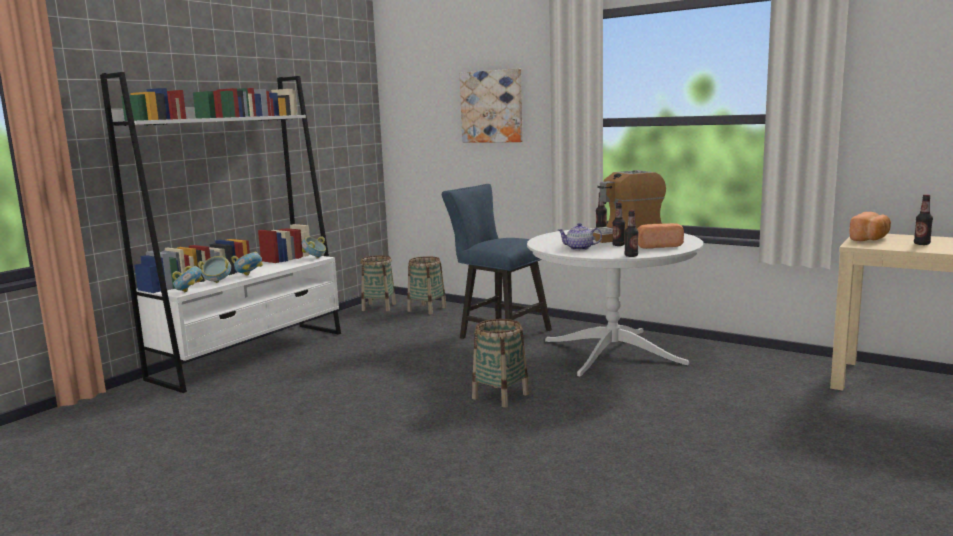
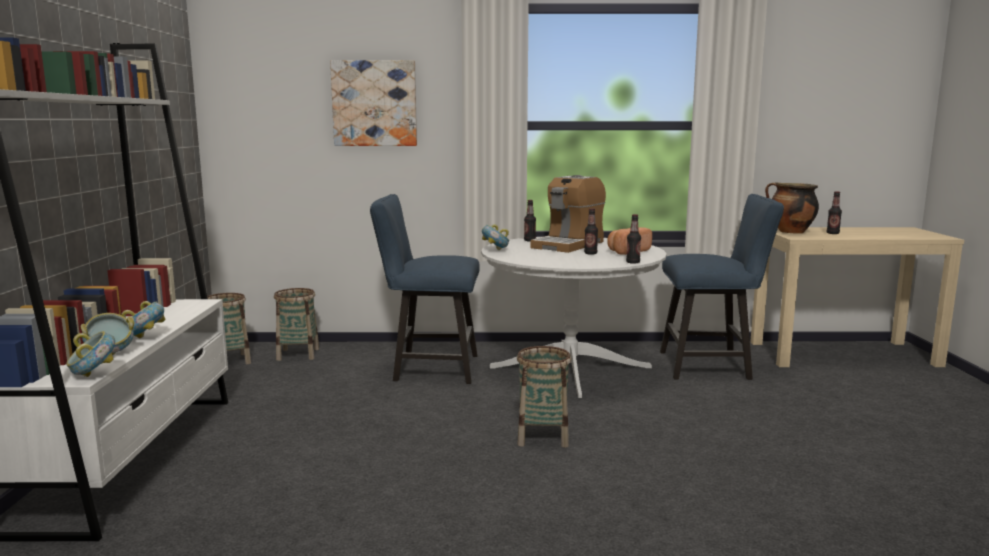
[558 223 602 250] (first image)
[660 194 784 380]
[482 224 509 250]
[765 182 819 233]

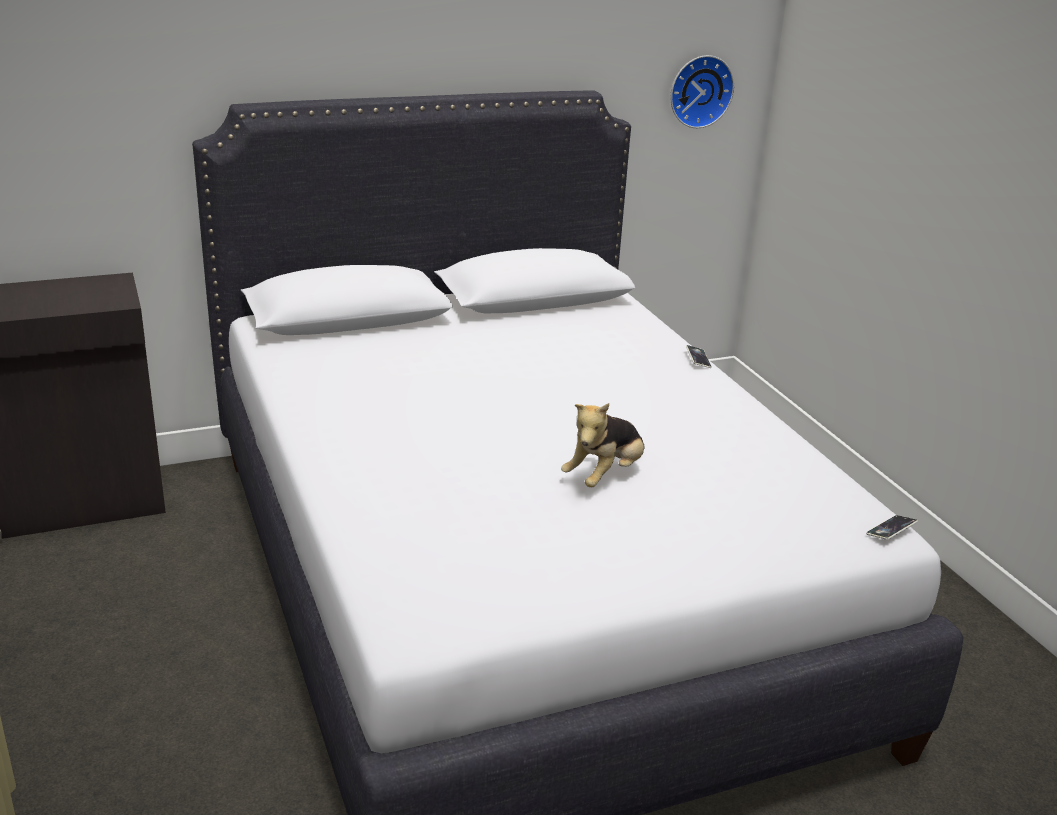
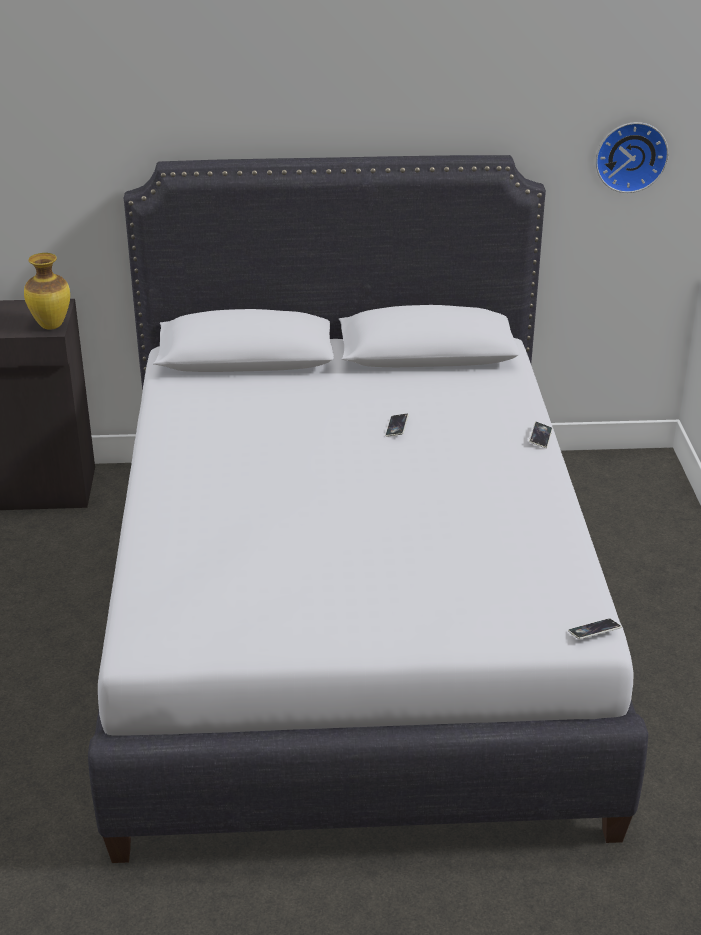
[561 403 645 487] (first image)
[24 253 70 330]
[385 414 409 437]

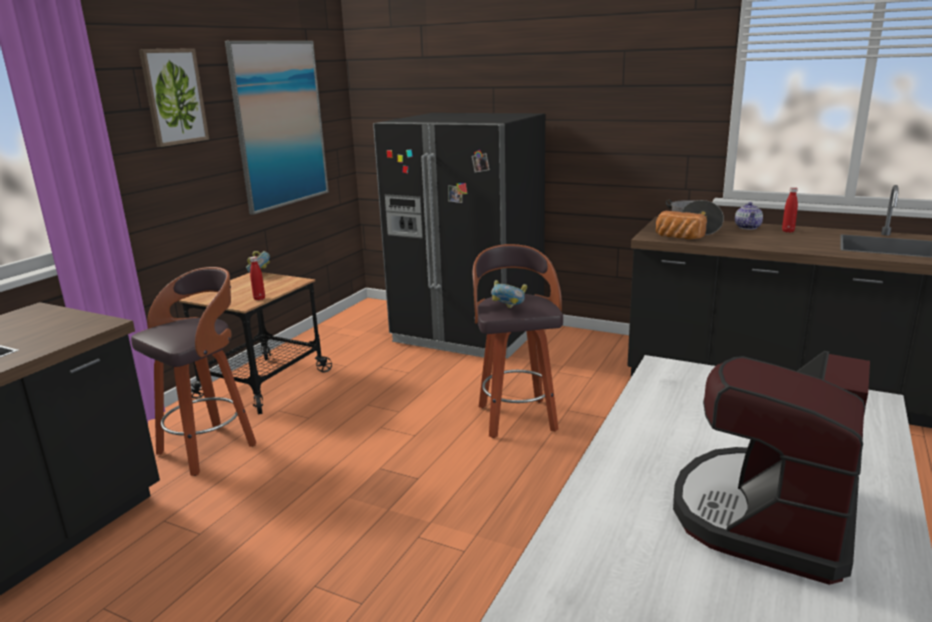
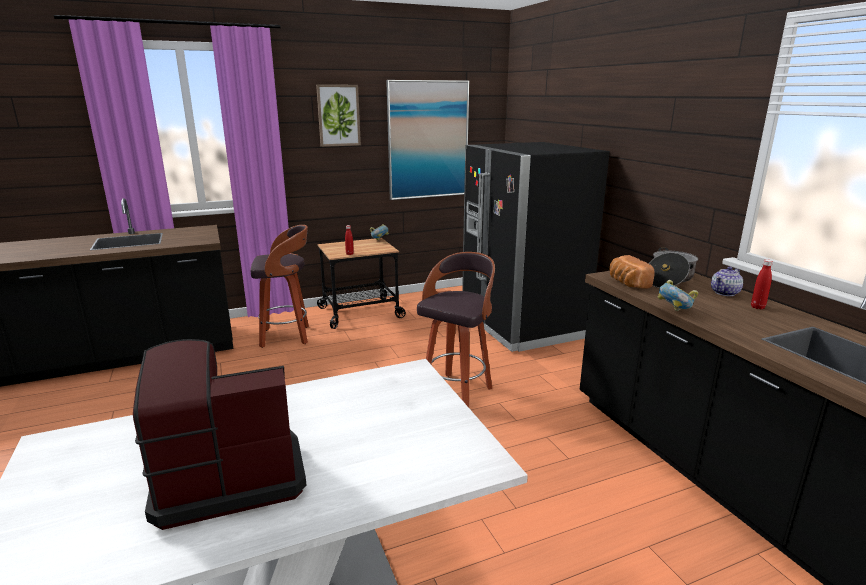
[658 280 698 311]

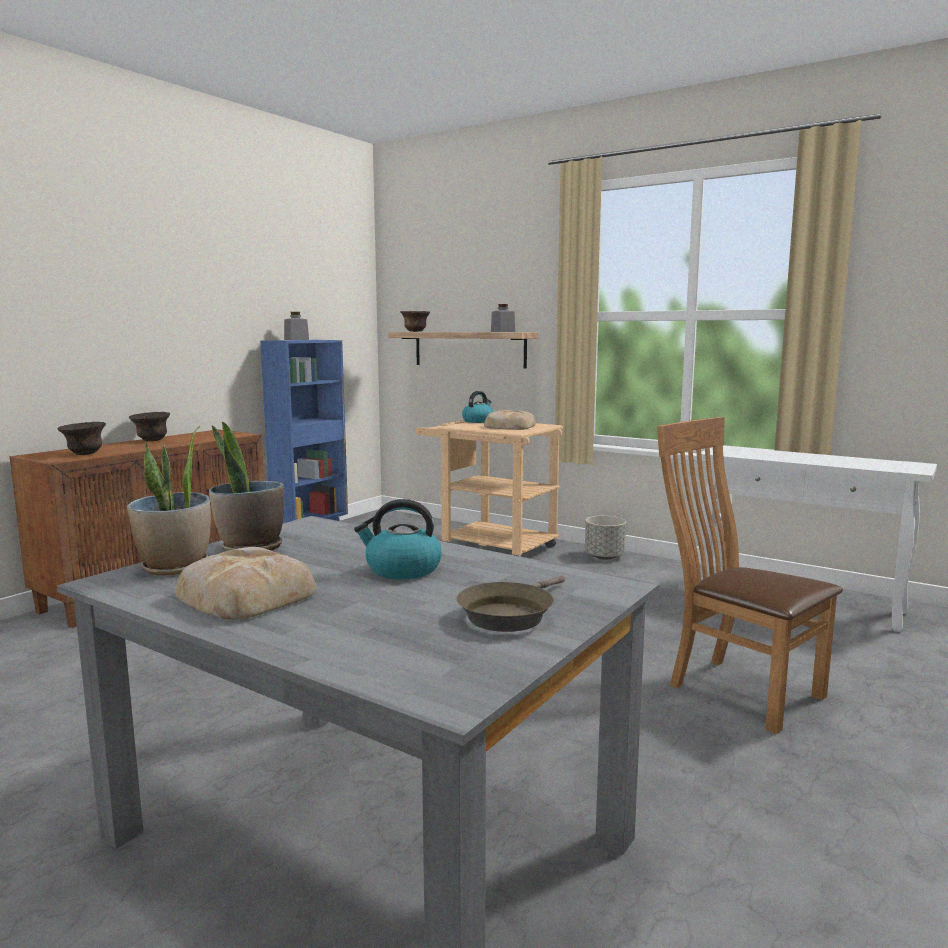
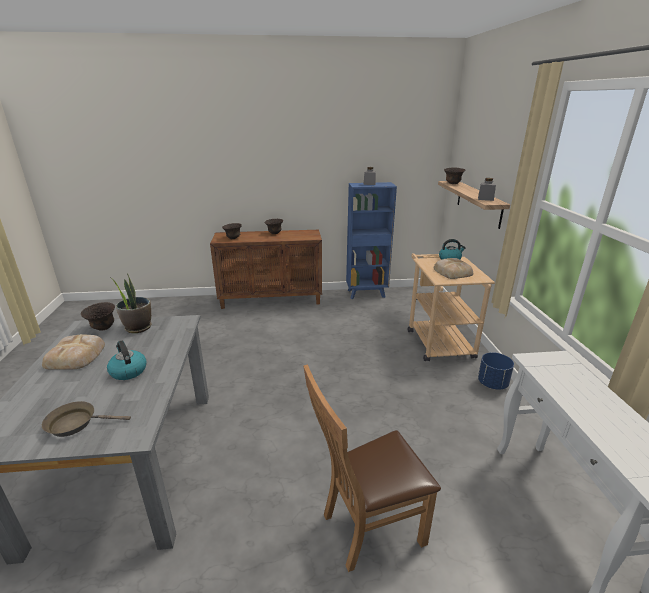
[81 302 115 331]
[478 352 514 390]
[303 365 441 572]

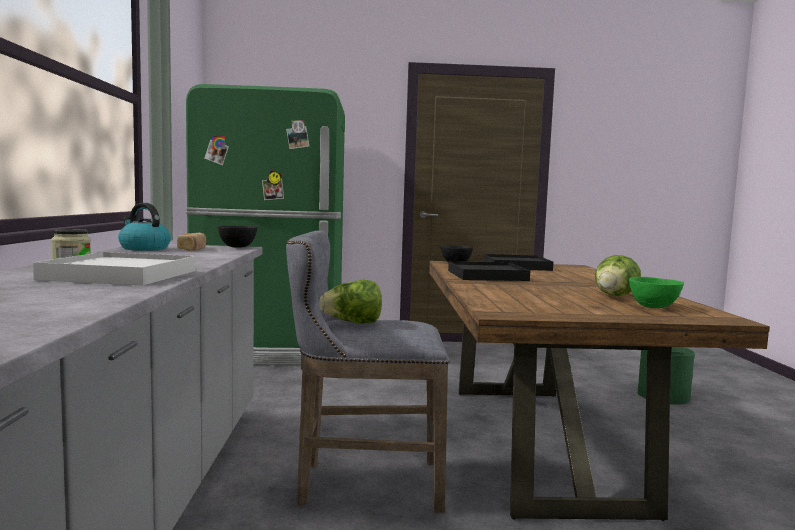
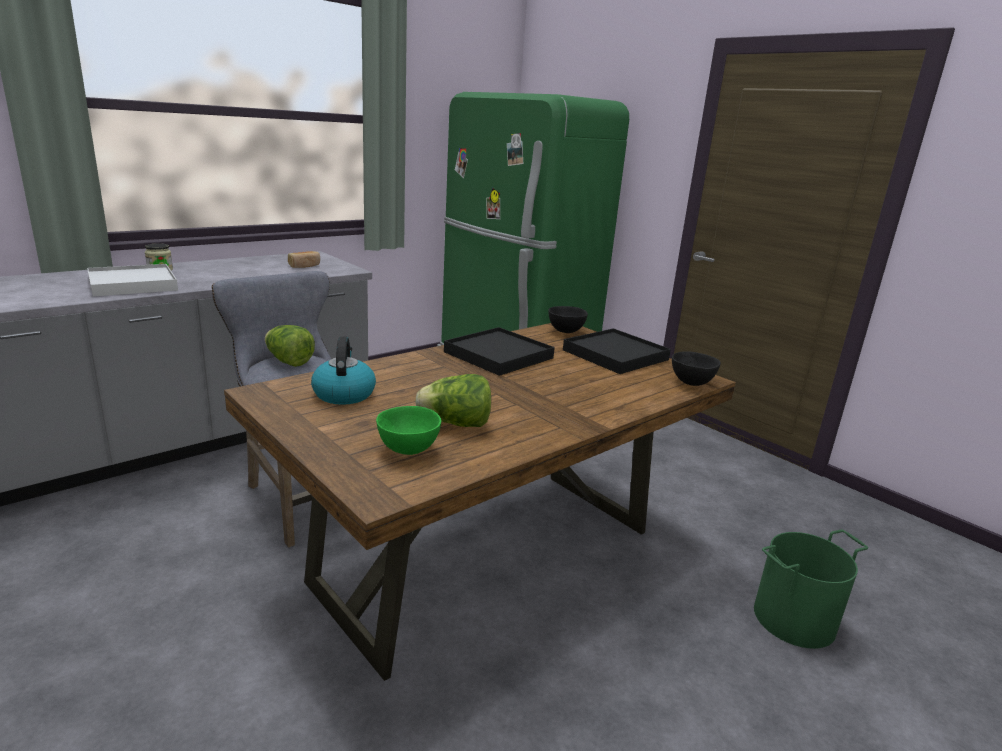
[311 337 376 405]
[672 351 721 386]

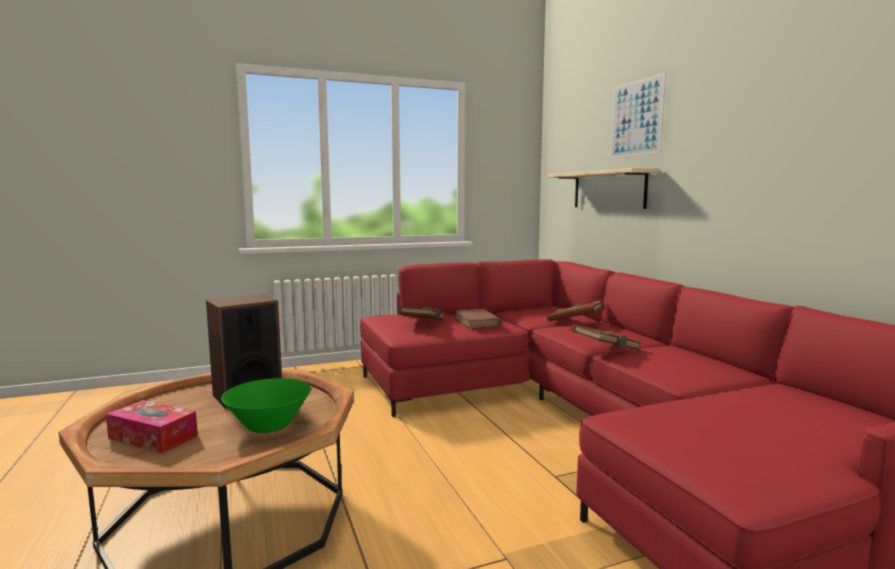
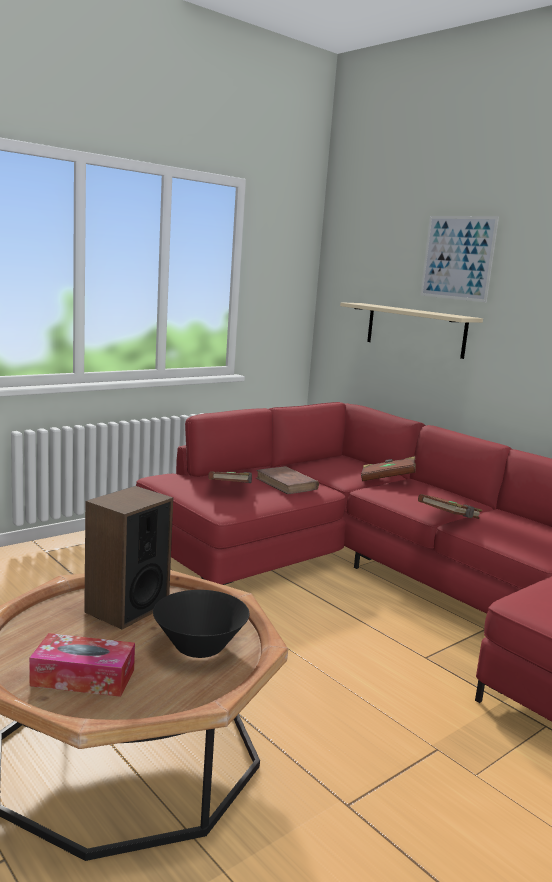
[153 590 249 658]

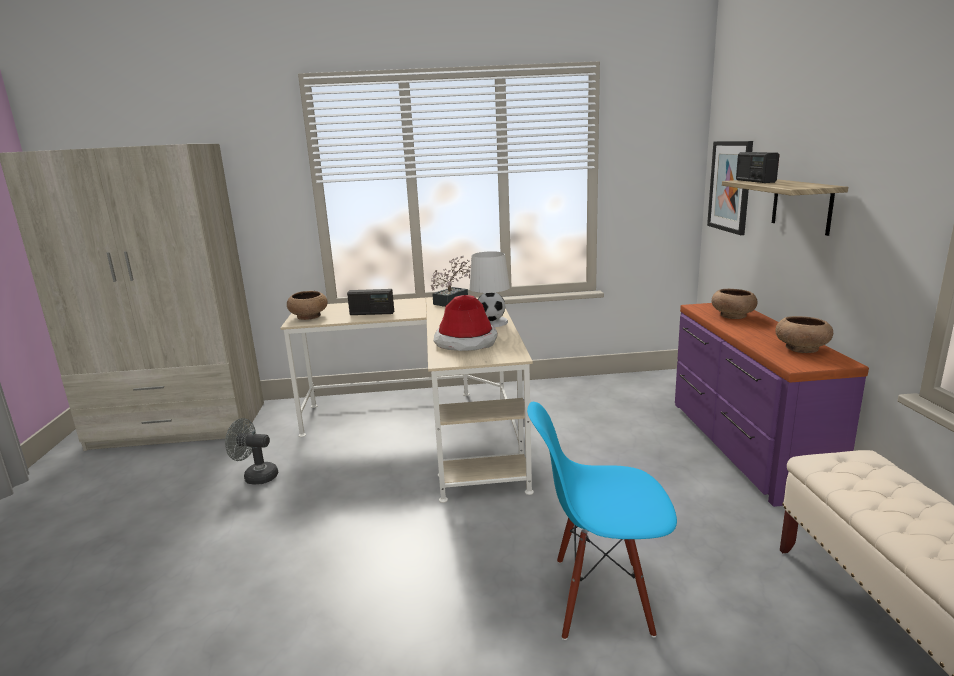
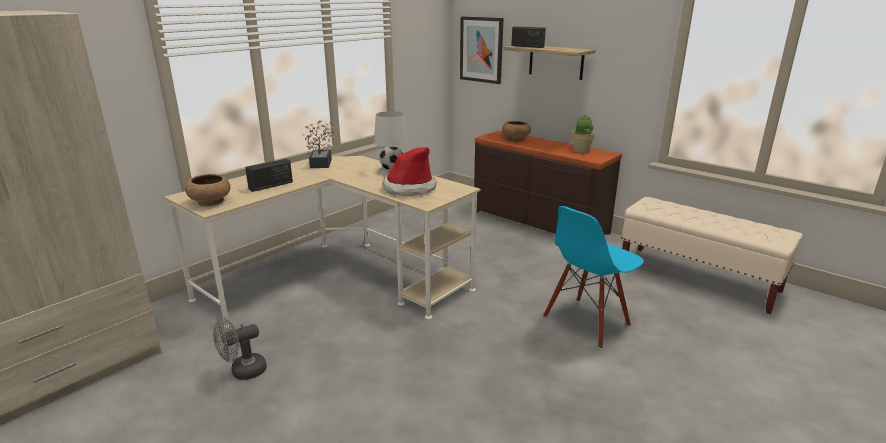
[571 114 595 153]
[474 130 622 235]

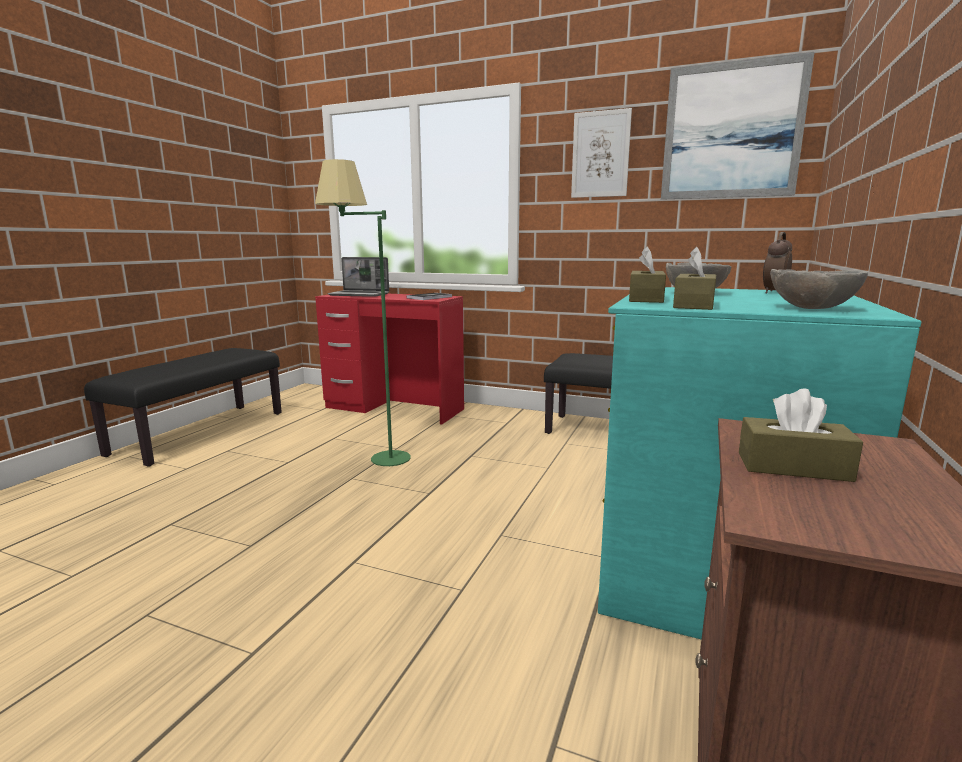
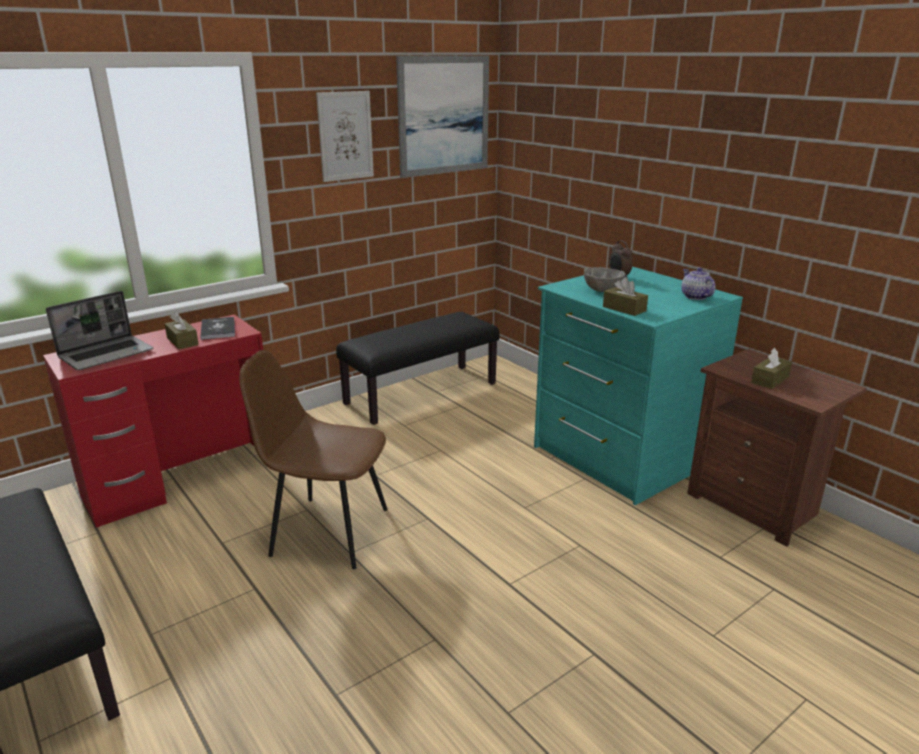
[165 312 199 349]
[239 350 387 569]
[681 268 715 300]

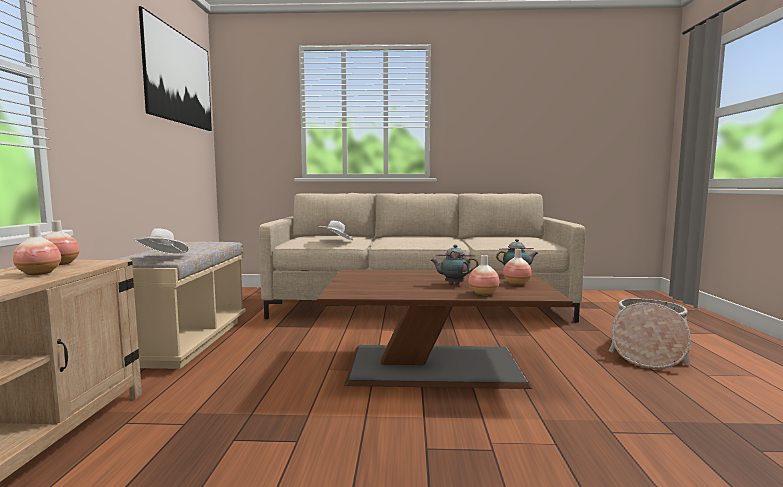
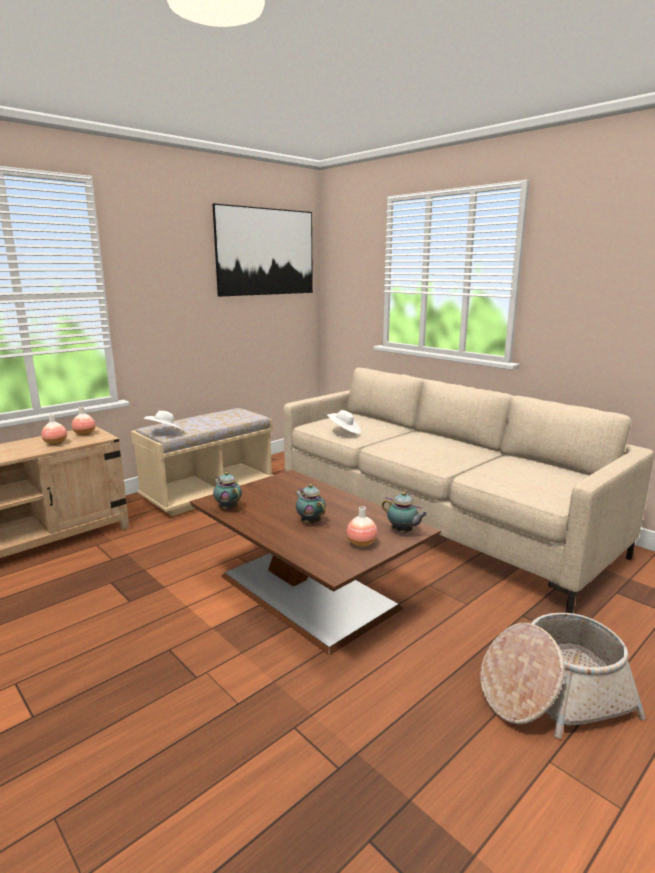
[469 255 499 295] (first image)
[213 472 242 510]

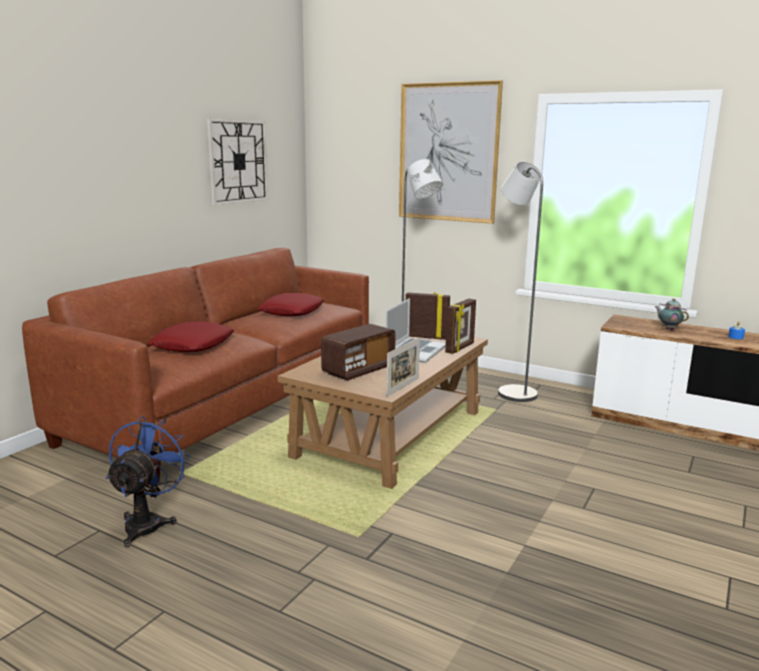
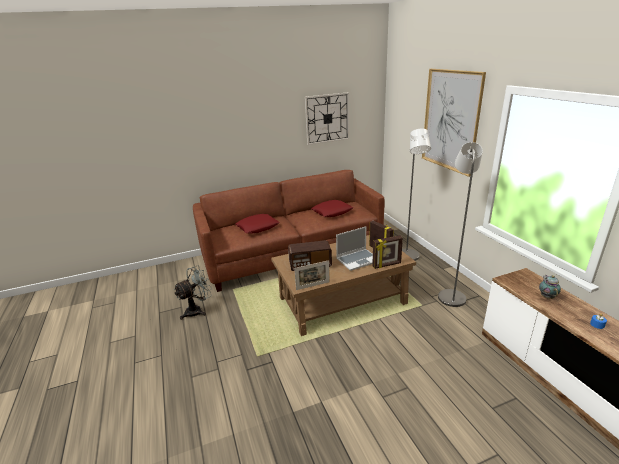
[174 265 212 320]

